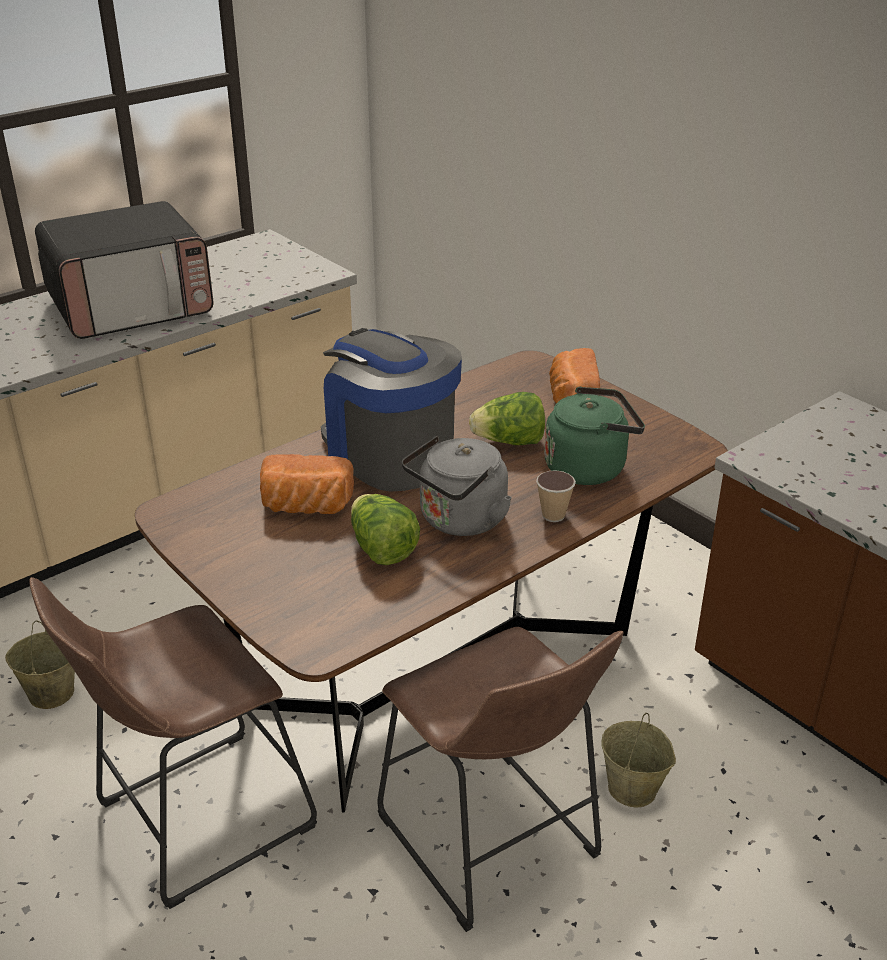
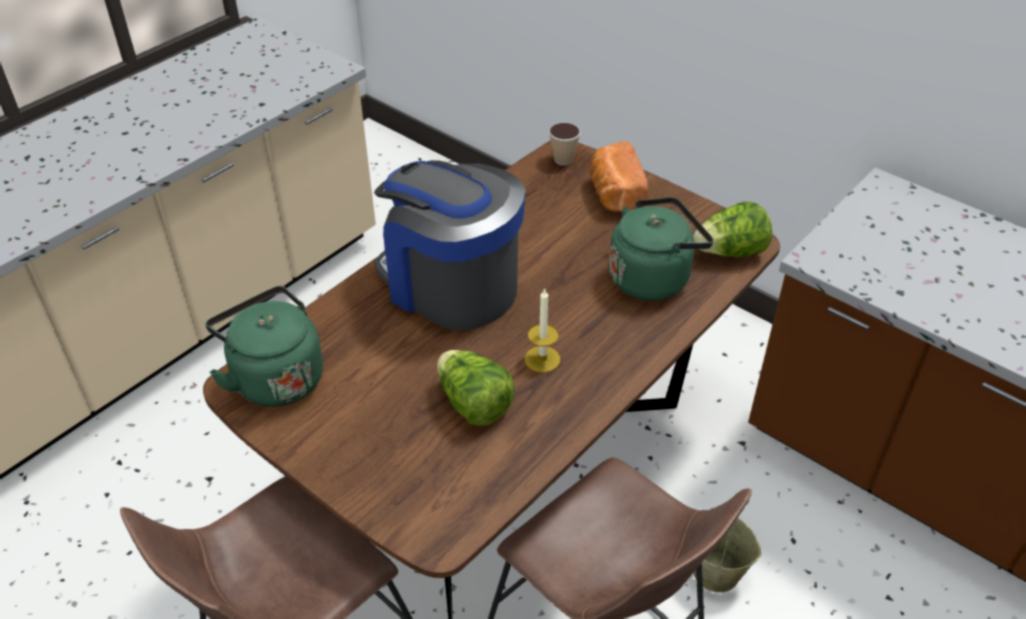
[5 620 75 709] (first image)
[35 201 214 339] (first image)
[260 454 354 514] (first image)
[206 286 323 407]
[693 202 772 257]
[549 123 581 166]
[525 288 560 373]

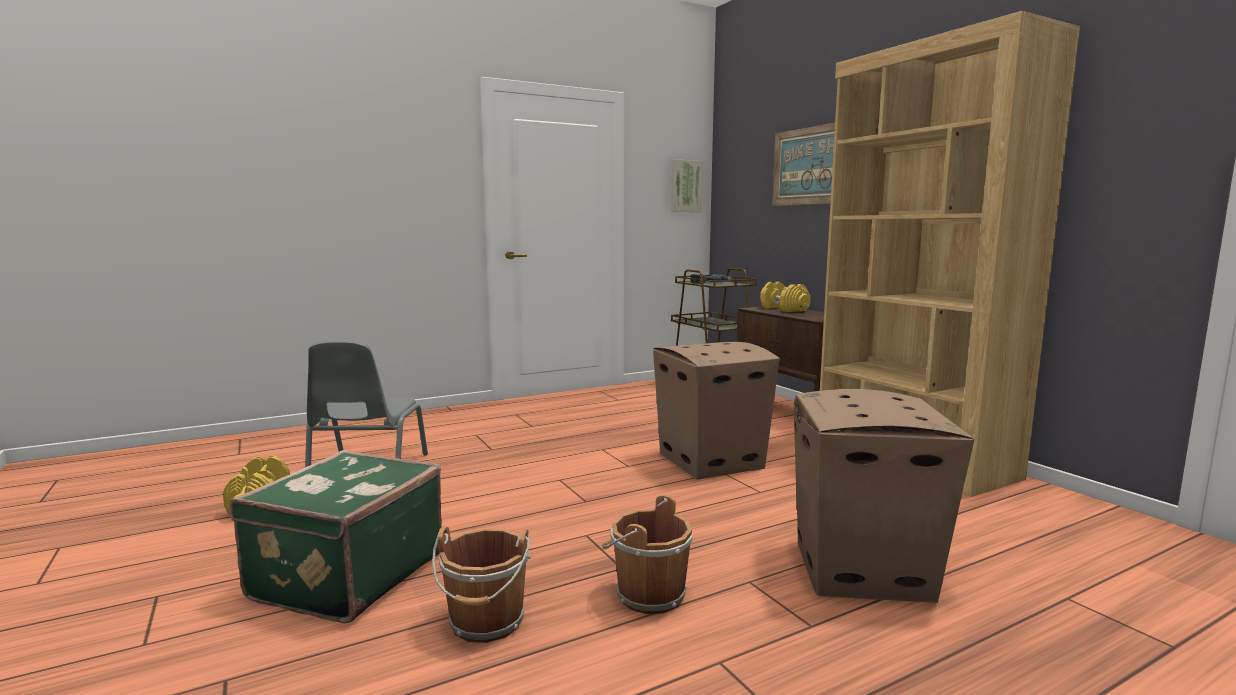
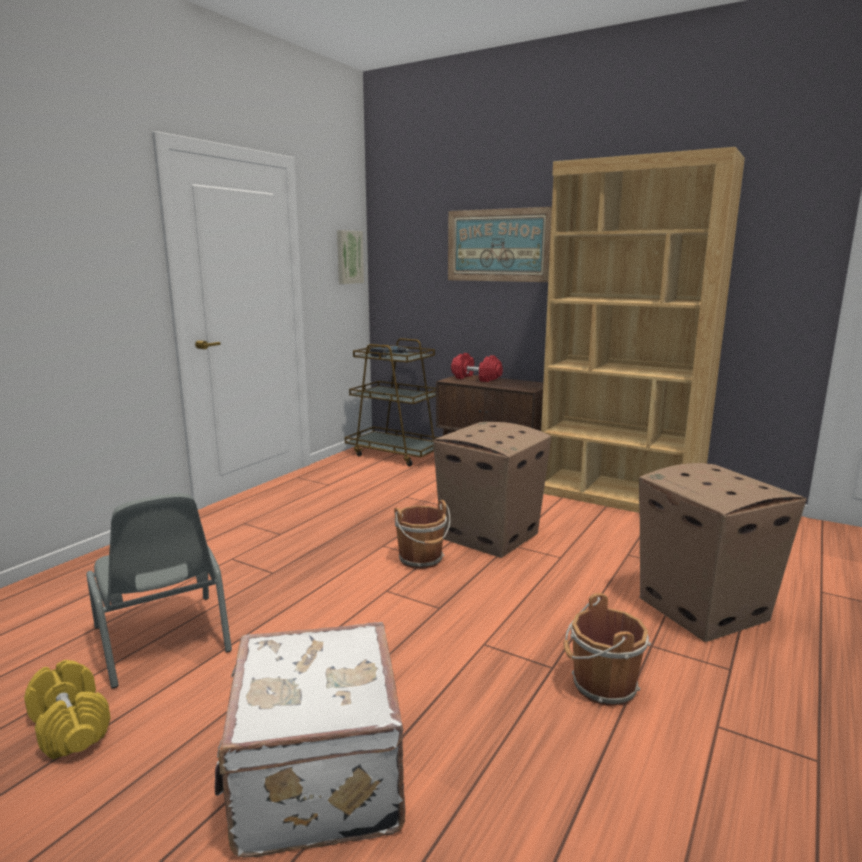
[394 500 451 569]
[215 622 405 857]
[451 353 503 382]

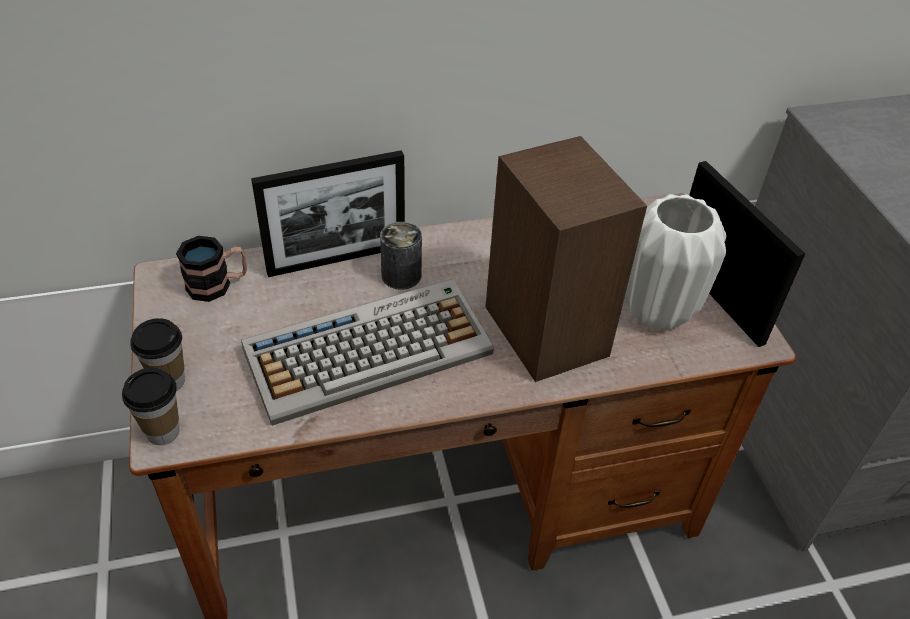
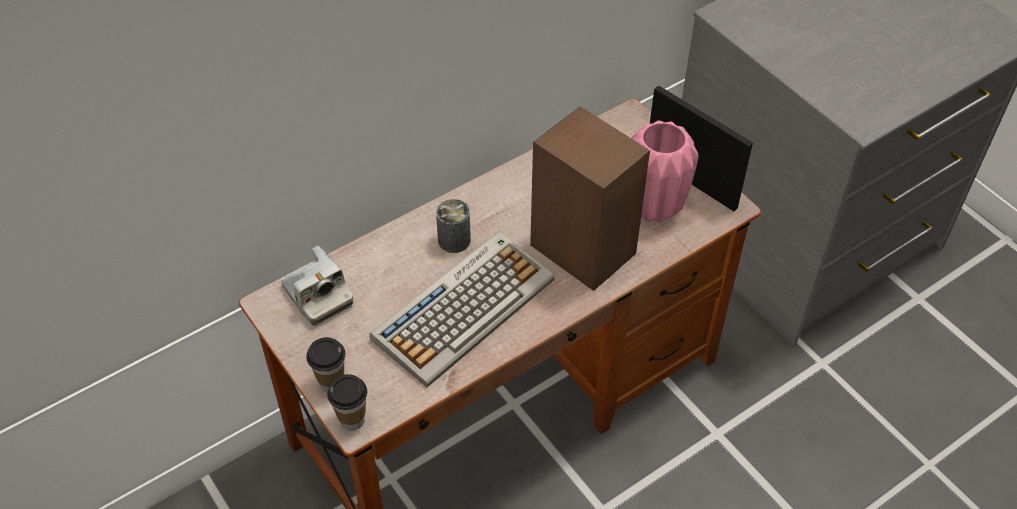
[251 150 405 277] (first image)
[281 245 353 326]
[631 120 699 223]

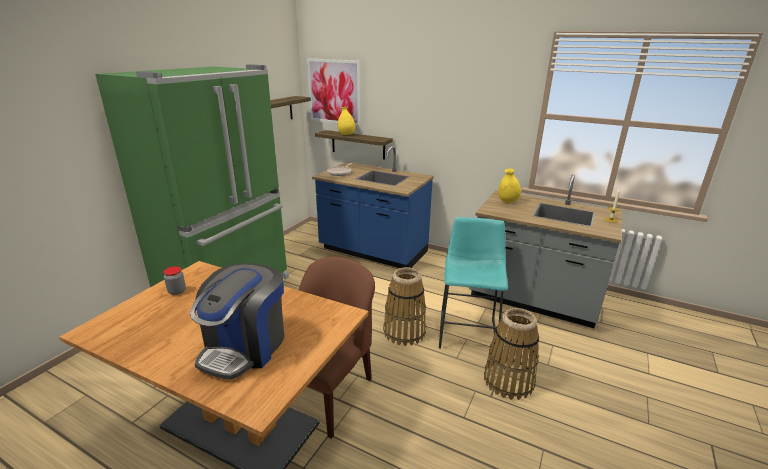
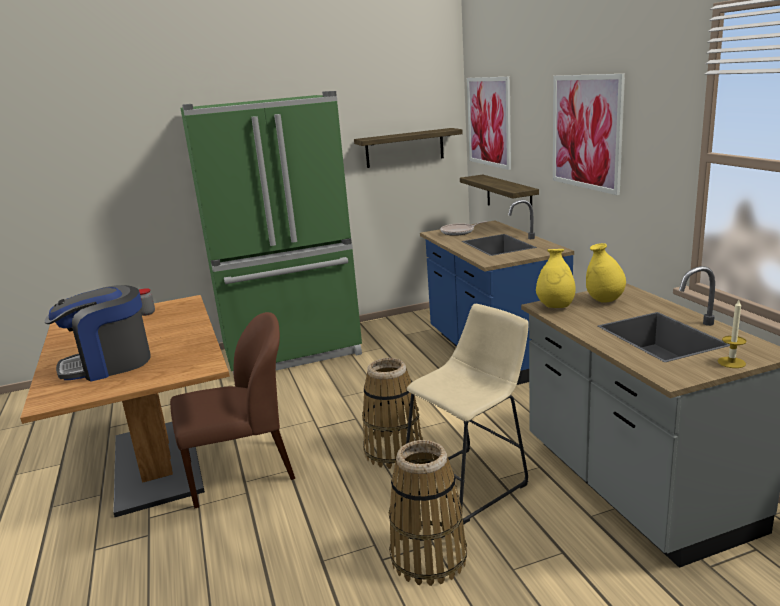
[553 74 625 195]
[536 249 576 308]
[403 304 529 525]

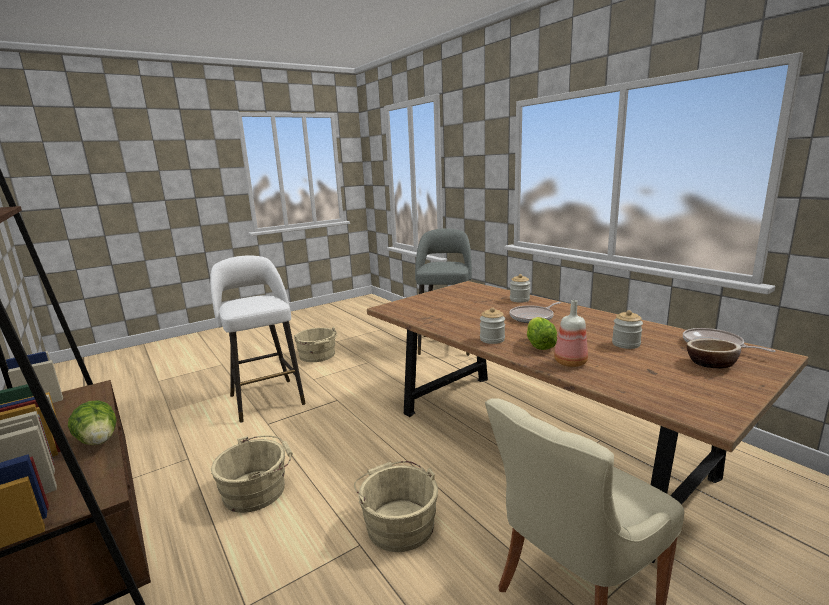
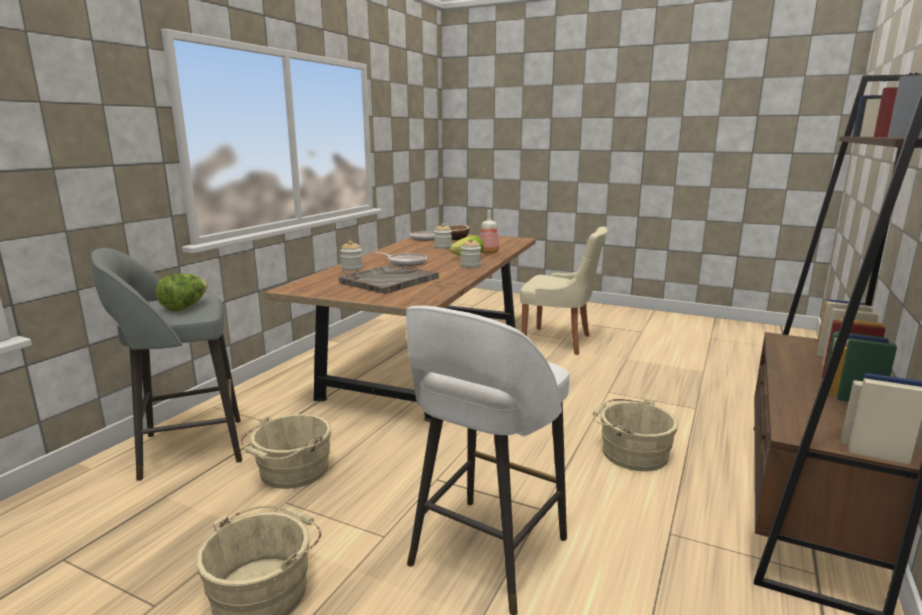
[338 264 439 294]
[155 274 207 311]
[241 414 331 489]

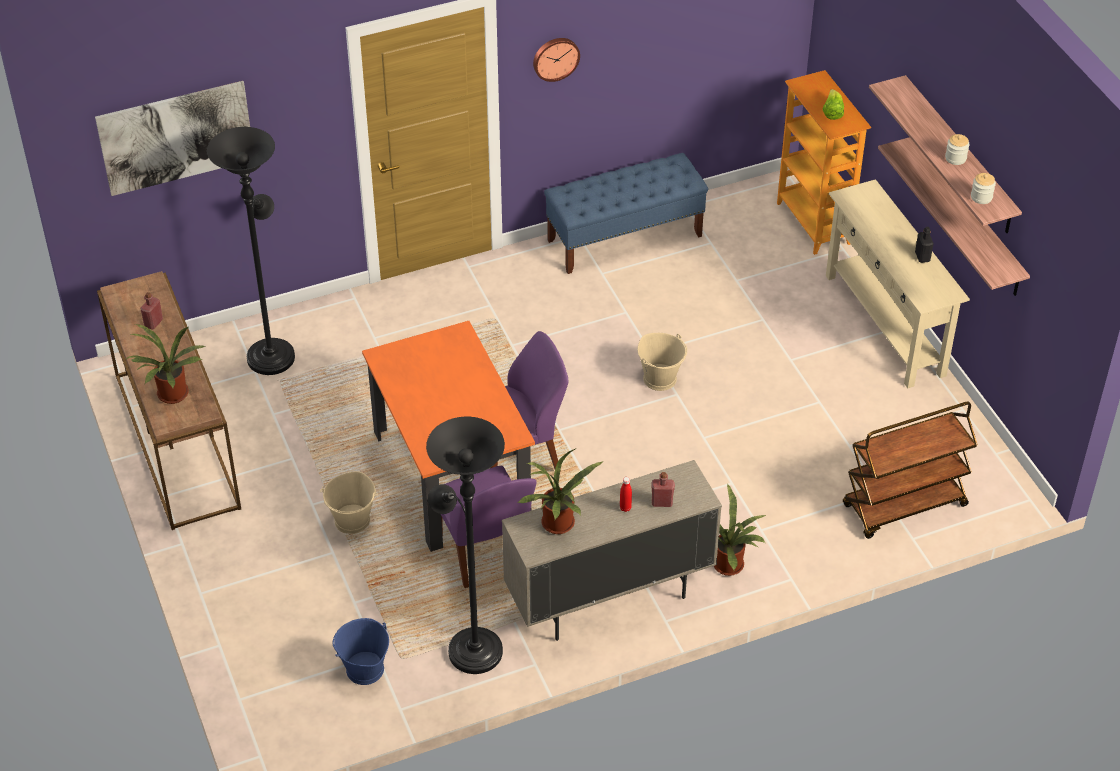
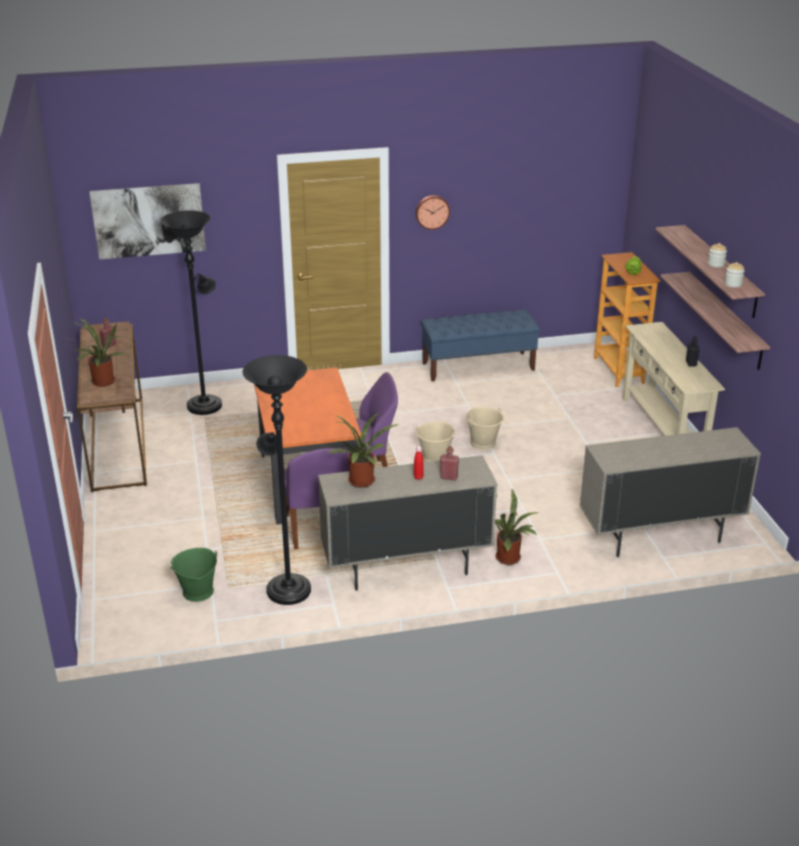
[415 421 456 462]
[580 427 761 557]
[170 548 218 602]

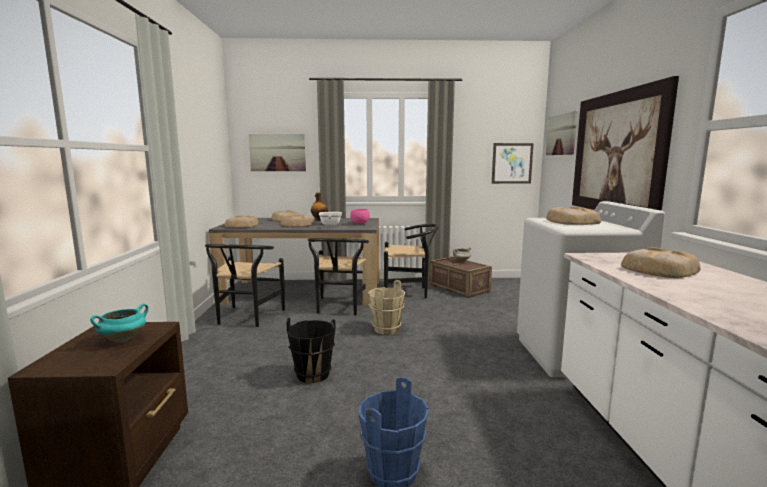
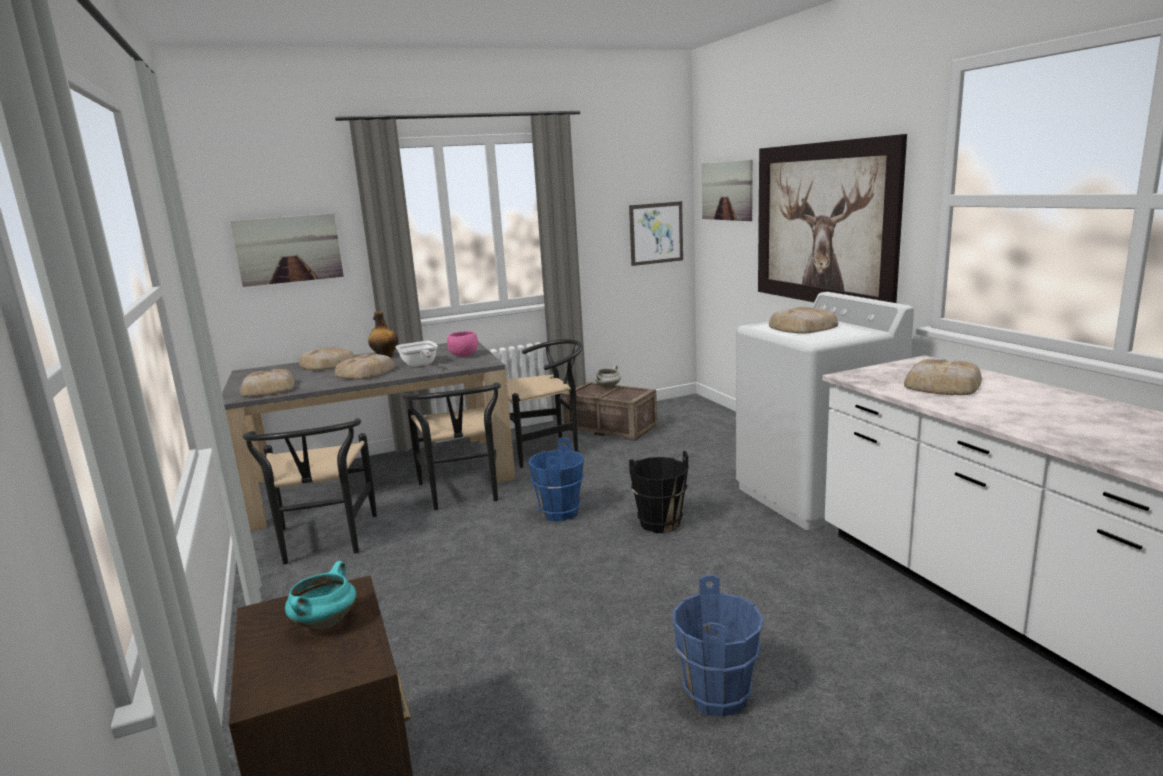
[629 451 688 533]
[529 437 584 521]

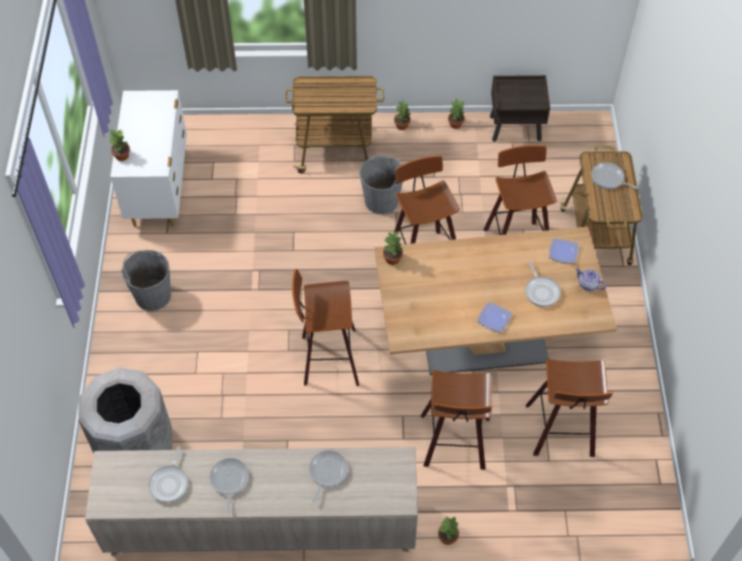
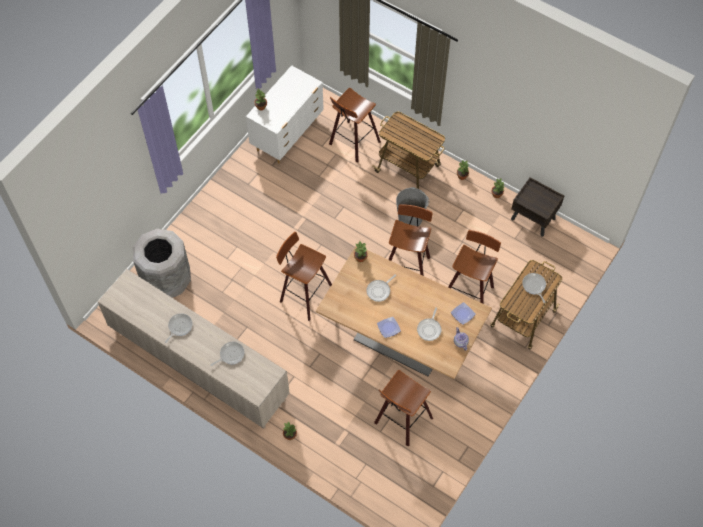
[121 250 171 311] (first image)
[366 274 396 302]
[329 88 381 163]

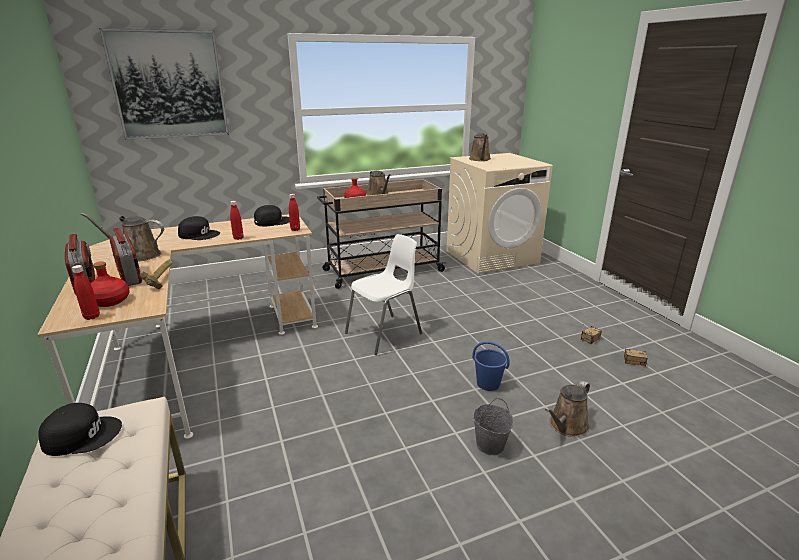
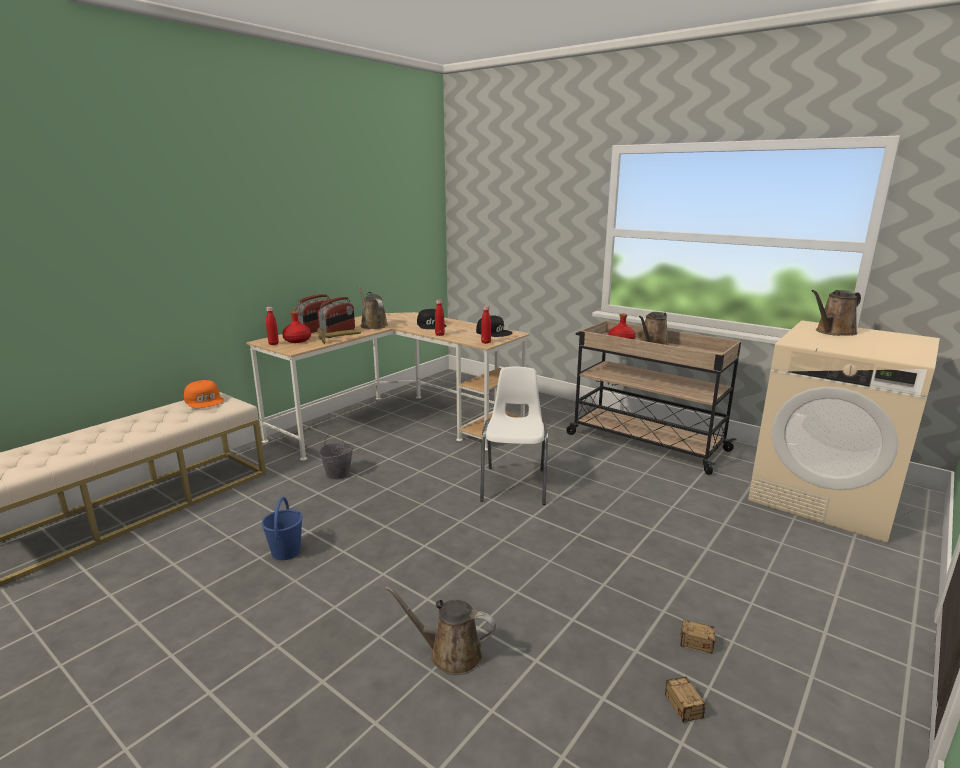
[99 28 229 140] (first image)
[261 497 303 560]
[319 432 354 480]
[184 380 224 408]
[480 367 548 505]

